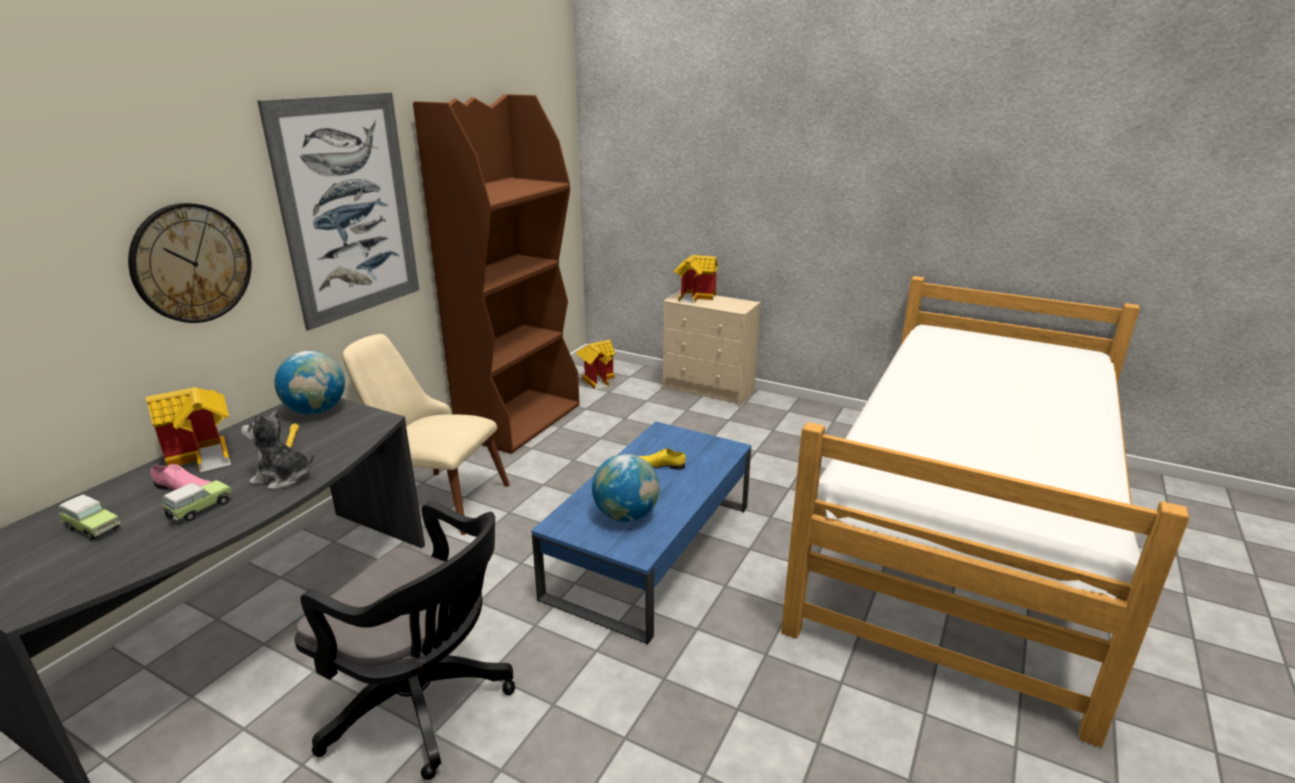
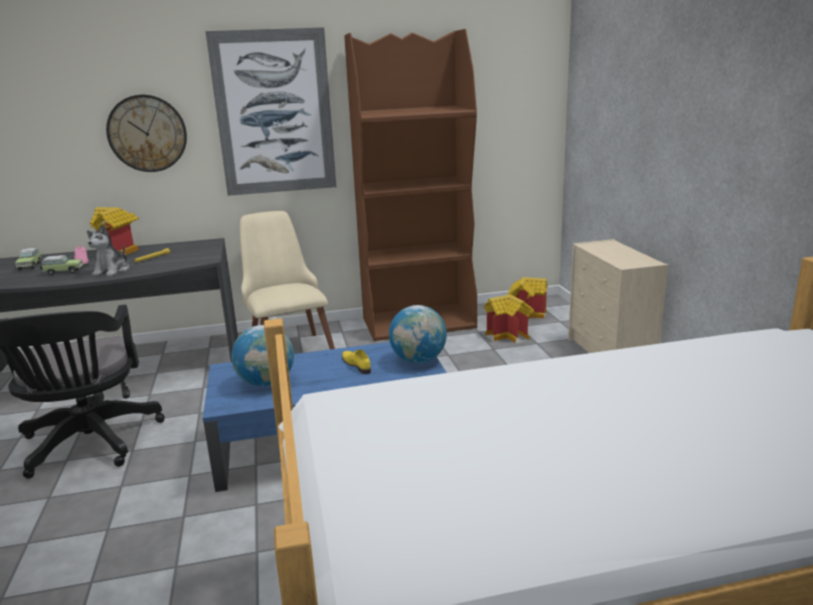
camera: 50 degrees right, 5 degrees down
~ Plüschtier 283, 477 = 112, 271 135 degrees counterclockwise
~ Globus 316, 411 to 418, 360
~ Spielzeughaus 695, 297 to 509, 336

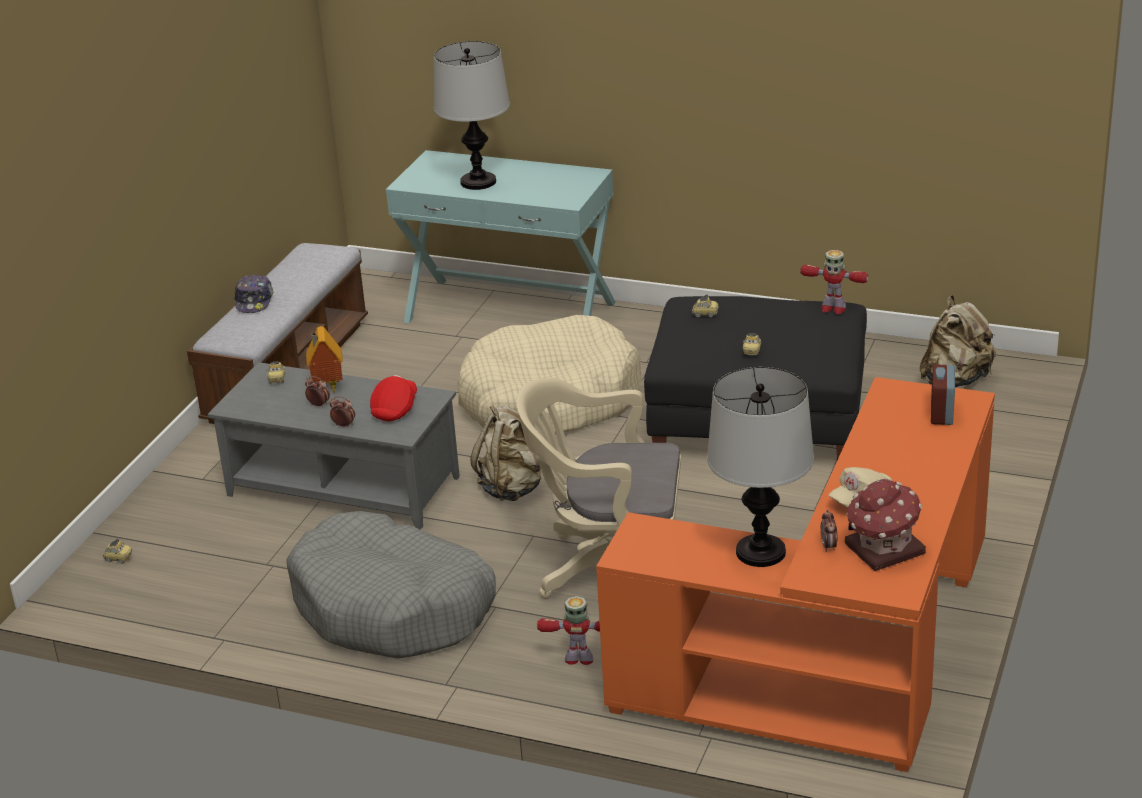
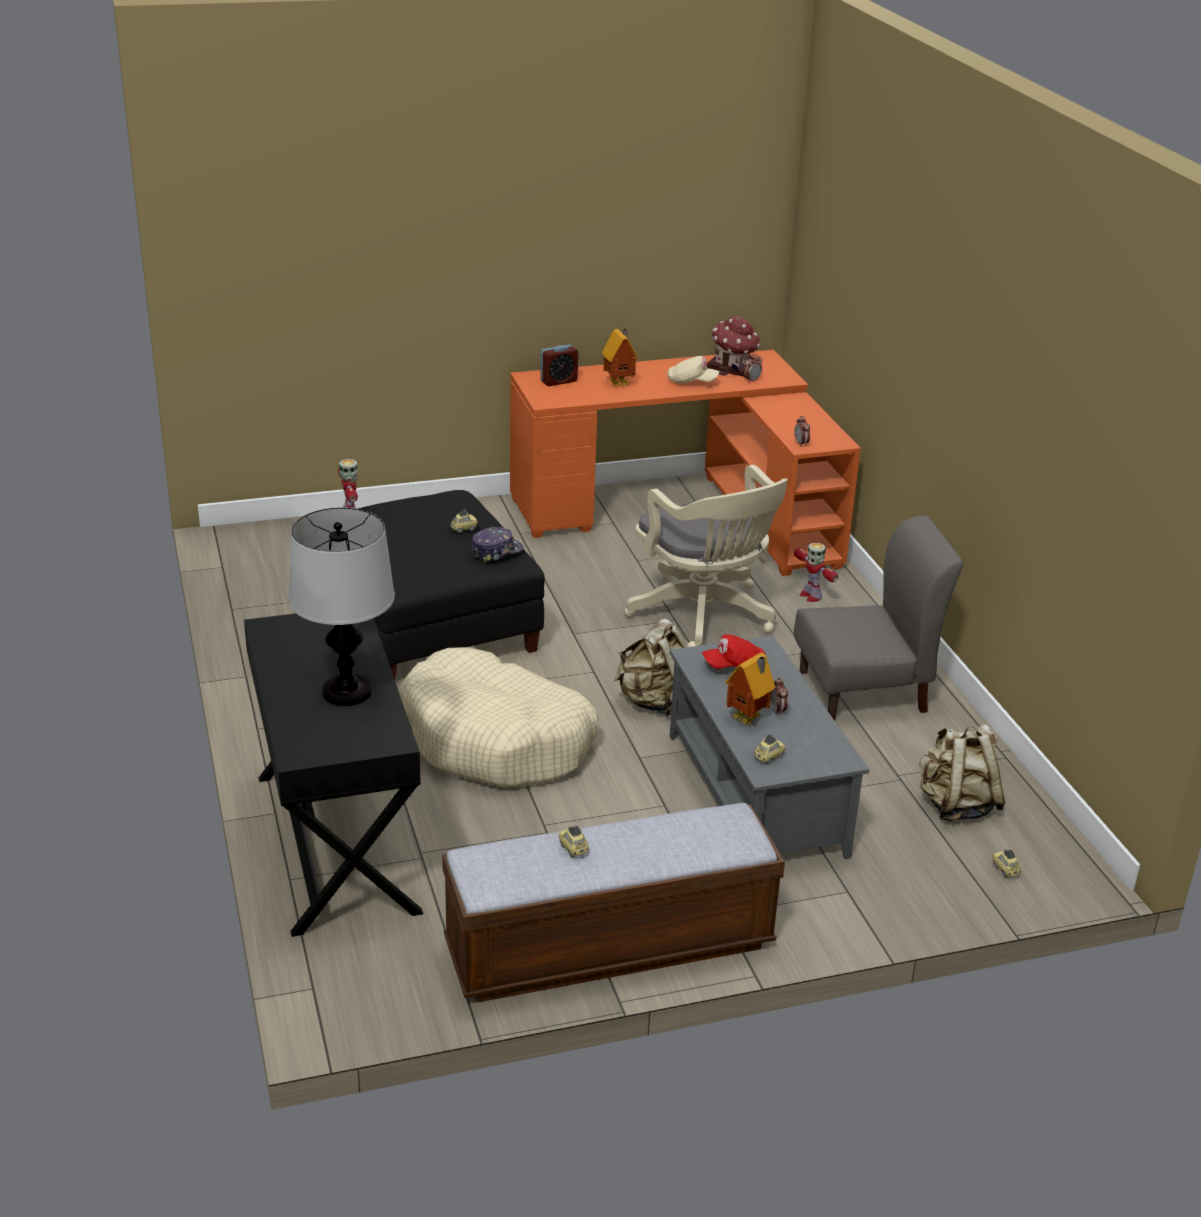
camera: 130 degrees left, 0 degrees up
~ Konsolentisch/türkis 510, 312 to Konsolentisch/schwarz 335, 842
~ Kappe 254, 301 to 496, 551
~ Spielzeugauto 705, 314 to 573, 849
+ Spielzeughaus 620, 384
~ Wecker 343, 425 to 801, 444
~ Hundebett/grau 393, 607 to Stuhl/grau 863, 691
~ Rucksack/beige 955, 380 to 956, 806
- Tischlampe 760, 552

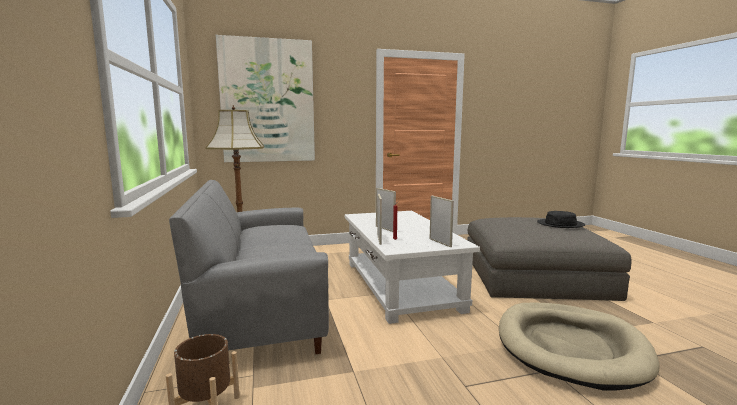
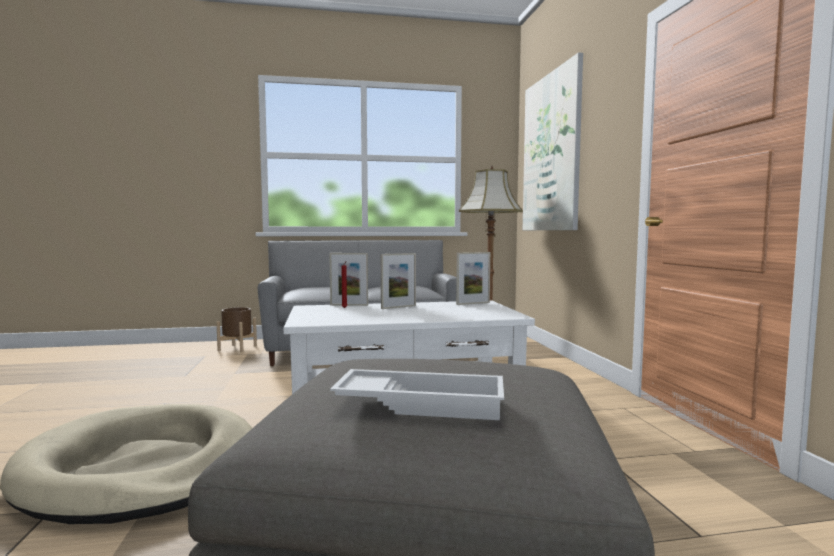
camera: 95 degrees right, 5 degrees down
~ Hut/schwarz 560, 224 to Tablett/weiß 422, 403
~ Bilderrahmen 440, 243 to 473, 303

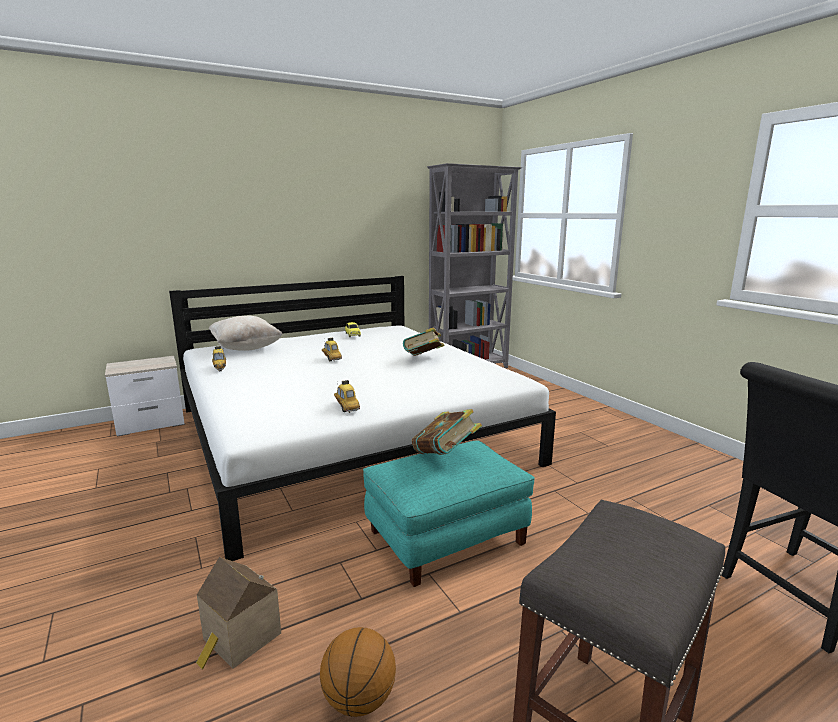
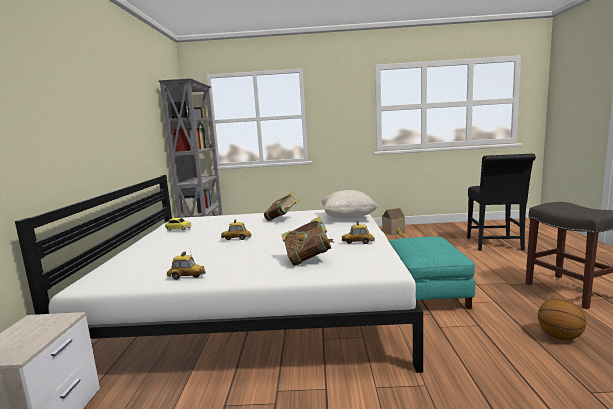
camera: 60 degrees left, 5 degrees down
~ Buch 445, 456 to 308, 259
~ Kissen/beige 246, 348 to 348, 217
~ Spielzeughaus 239, 639 to 394, 232

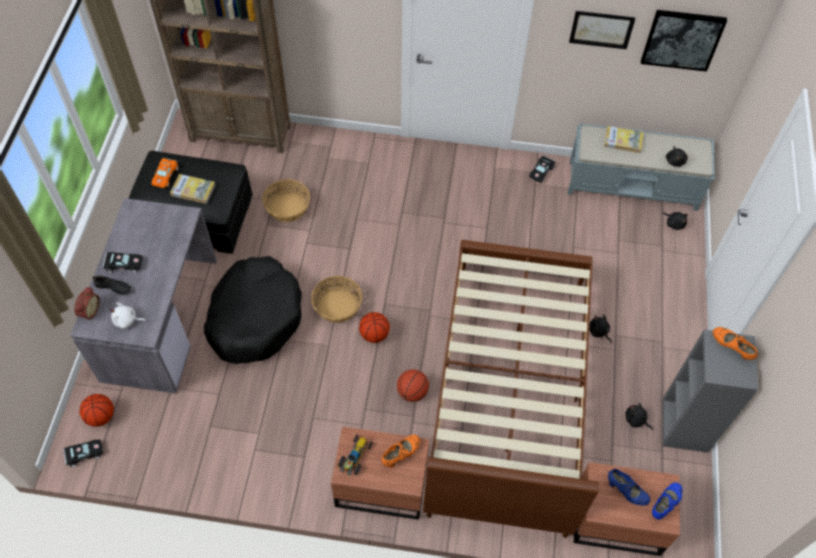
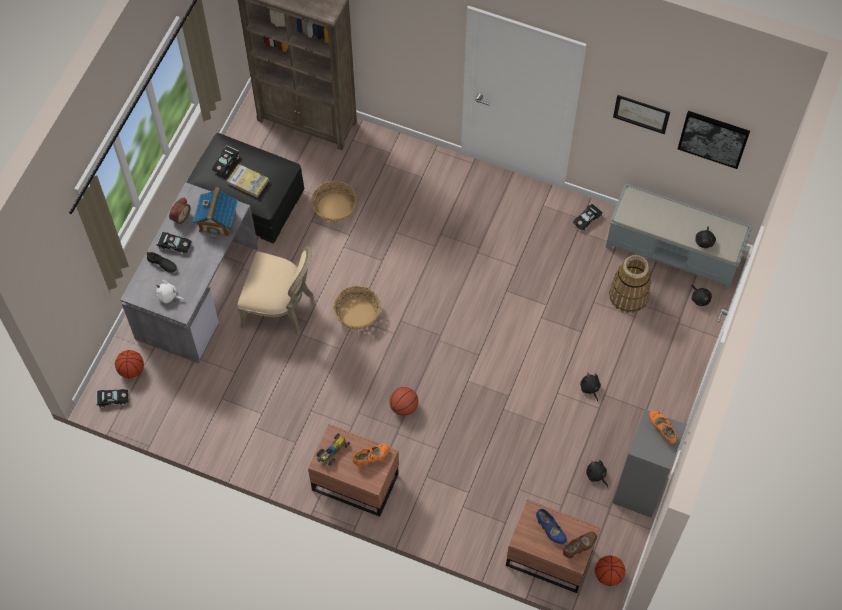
camera: 15 degrees right, 5 degrees up
~ Wecker 89, 311 to 180, 216
+ Spielzeughaus 217, 220
~ Spielzeugauto/orange 166, 175 to Spielzeugauto/schwarz 226, 162
~ Hundebett/schwarz 255, 317 to Stuhl/beige 281, 308
~ Schuh/blau 664, 504 to Schuh/braun 579, 547
~ Basketball 374, 335 to 608, 575
+ Korb 628, 295
- Bett/braun 509, 392
- Buch 623, 141

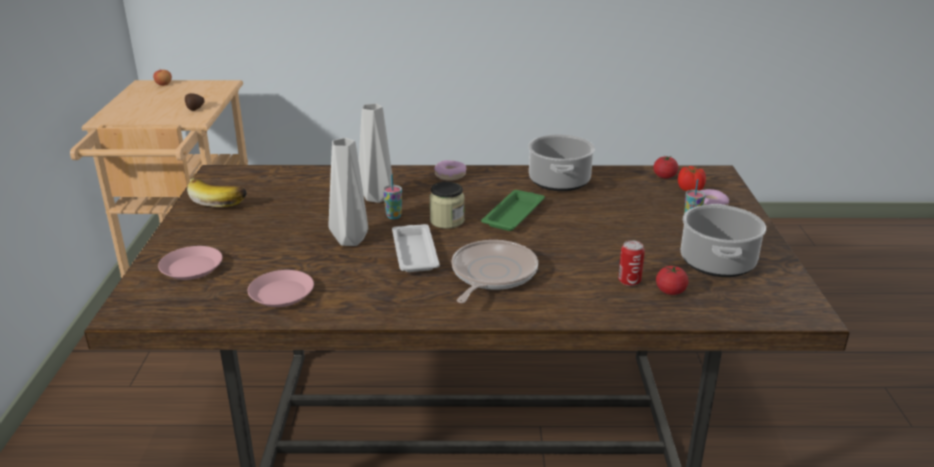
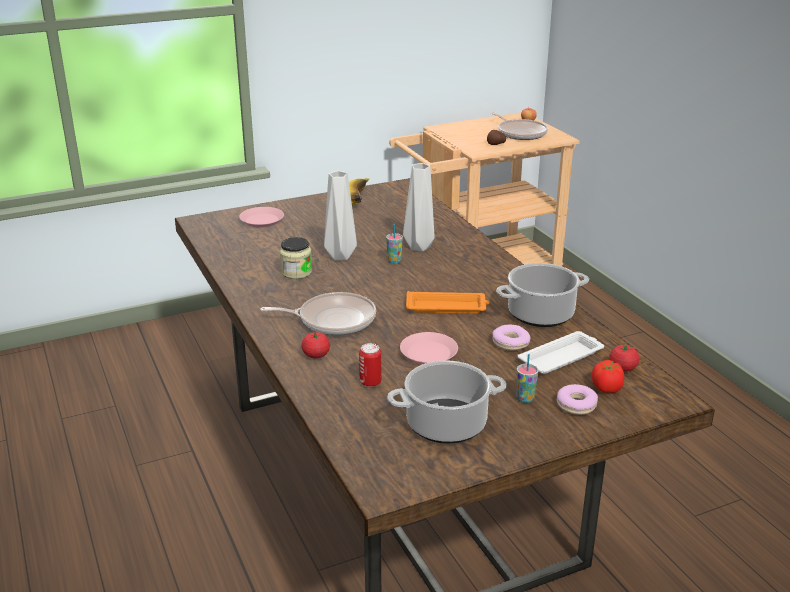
camera: 65 degrees right, 0 degrees up
~ Vorratsglas 447, 221 to 296, 272
~ Tomate 670, 291 to 316, 355
~ Teller/rosa 282, 293 to 429, 353
~ Tablett/grün 514, 214 to Tablett/orange 447, 307
+ Pfanne 520, 133
~ Donut 450, 175 to 510, 343
~ Tablett/weiß 414, 252 to 562, 357

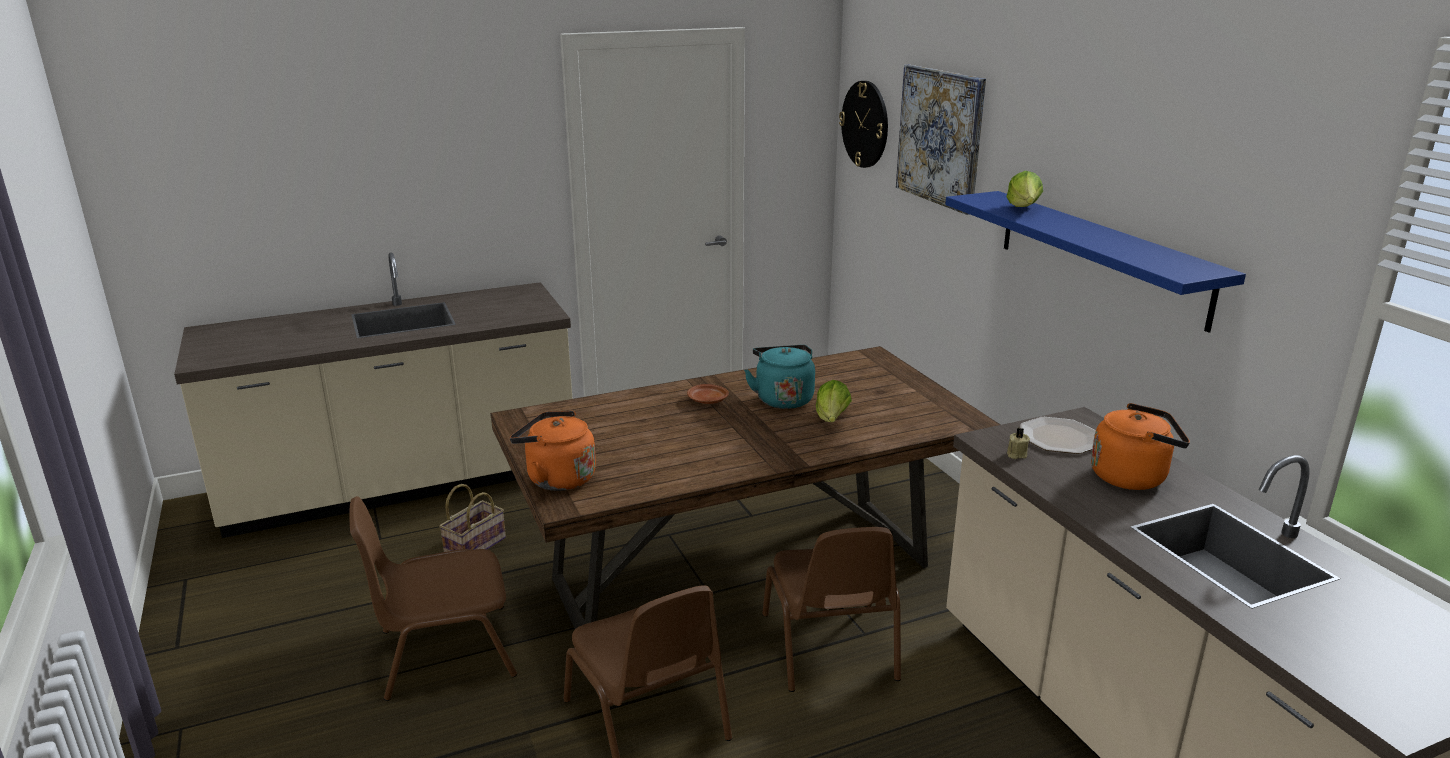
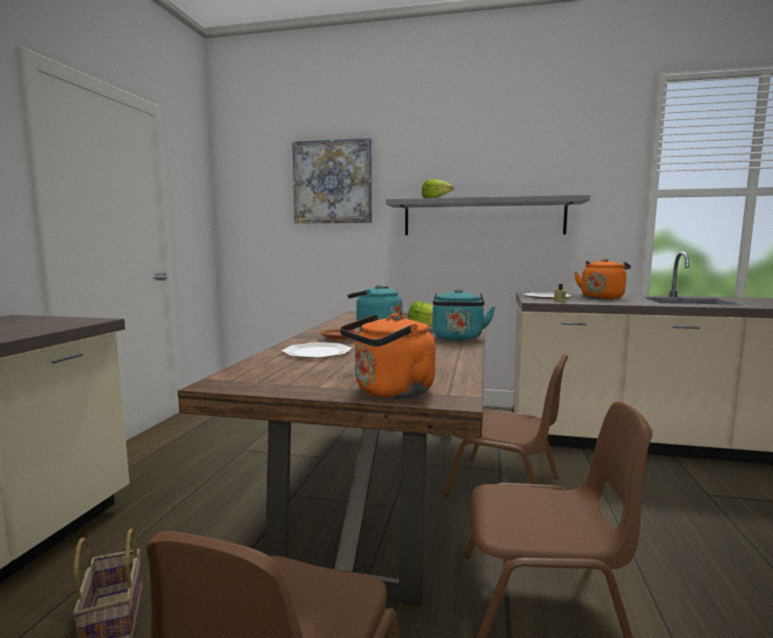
camera: 55 degrees left, 15 degrees down
+ Teller 316, 352
~ Wandregal/blau 1099, 256 to Wandregal/grau 483, 218
+ Wasserkessel/türkis 458, 338
- Wanduhr 865, 124

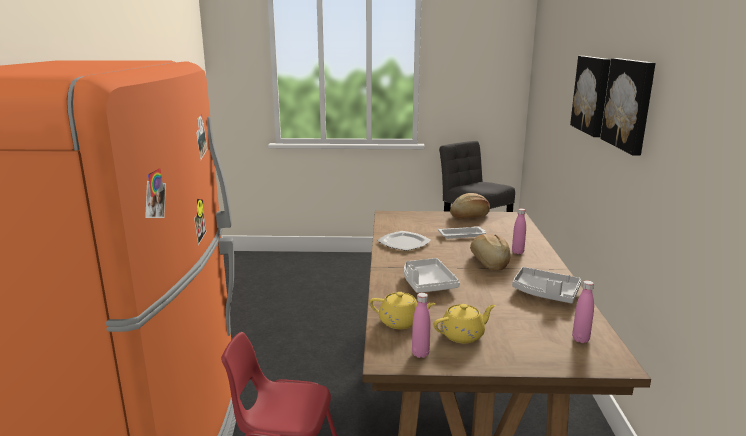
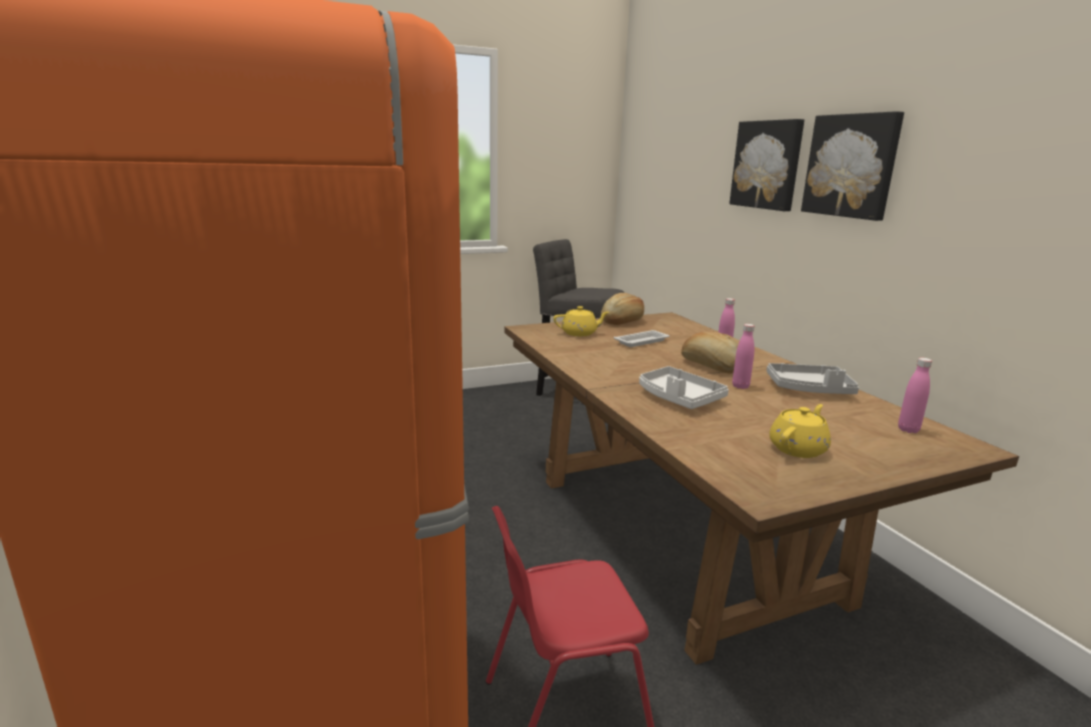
camera: 25 degrees left, 0 degrees up
~ Teekanne/gelb 401, 322 to 580, 333
~ Flasche/rosa 420, 354 to 740, 386
- Teller 403, 243

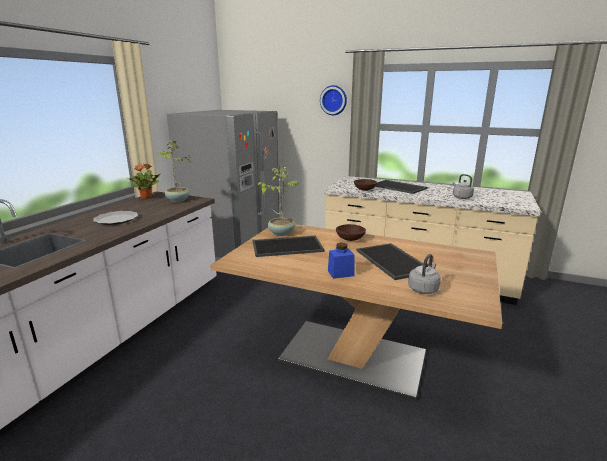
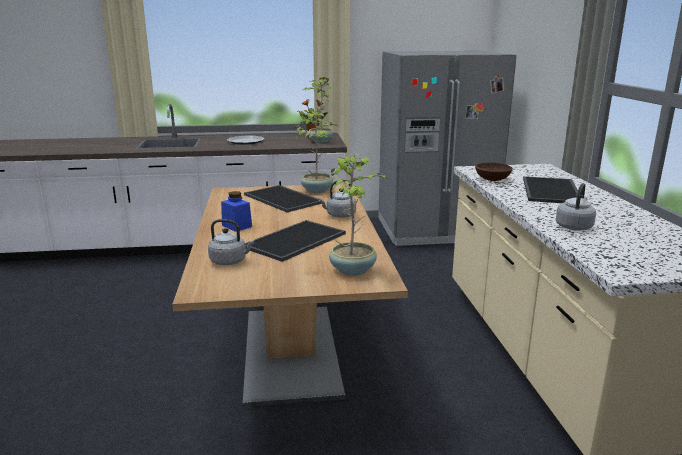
camera: 60 degrees right, 0 degrees up
~ Schüssel/braun 350, 239 to Wasserkessel/grau 339, 215
+ Topfpflanze 353, 270
- Wanduhr 334, 100

